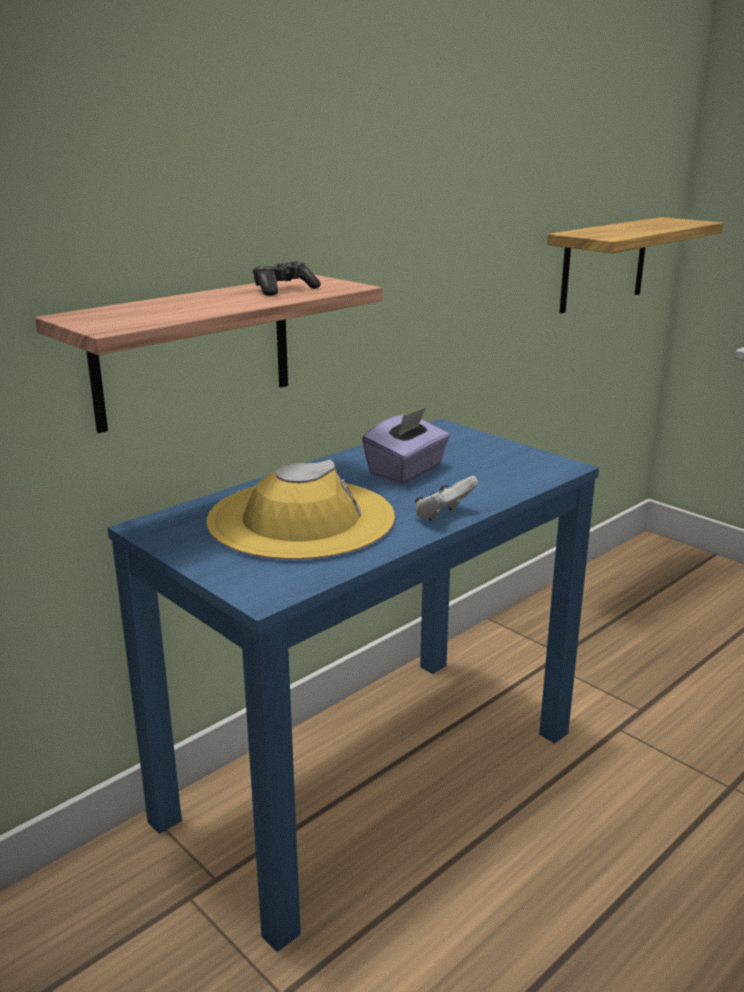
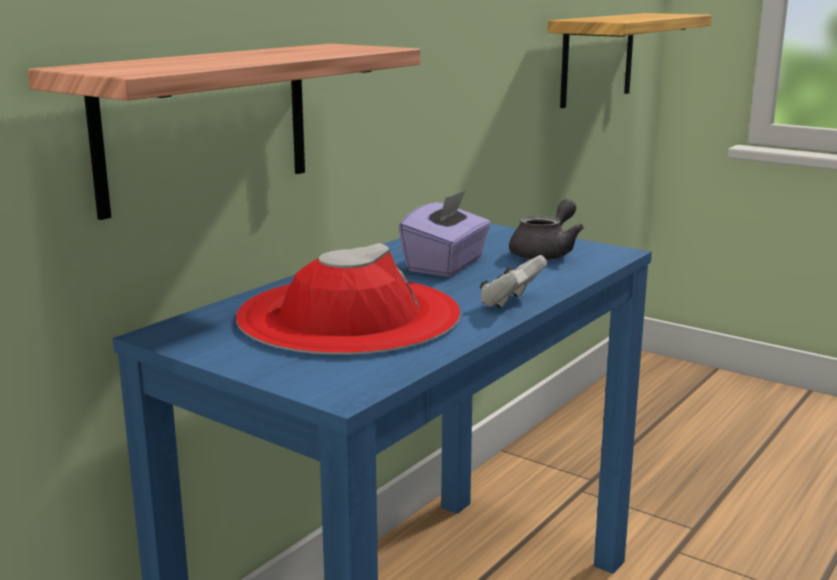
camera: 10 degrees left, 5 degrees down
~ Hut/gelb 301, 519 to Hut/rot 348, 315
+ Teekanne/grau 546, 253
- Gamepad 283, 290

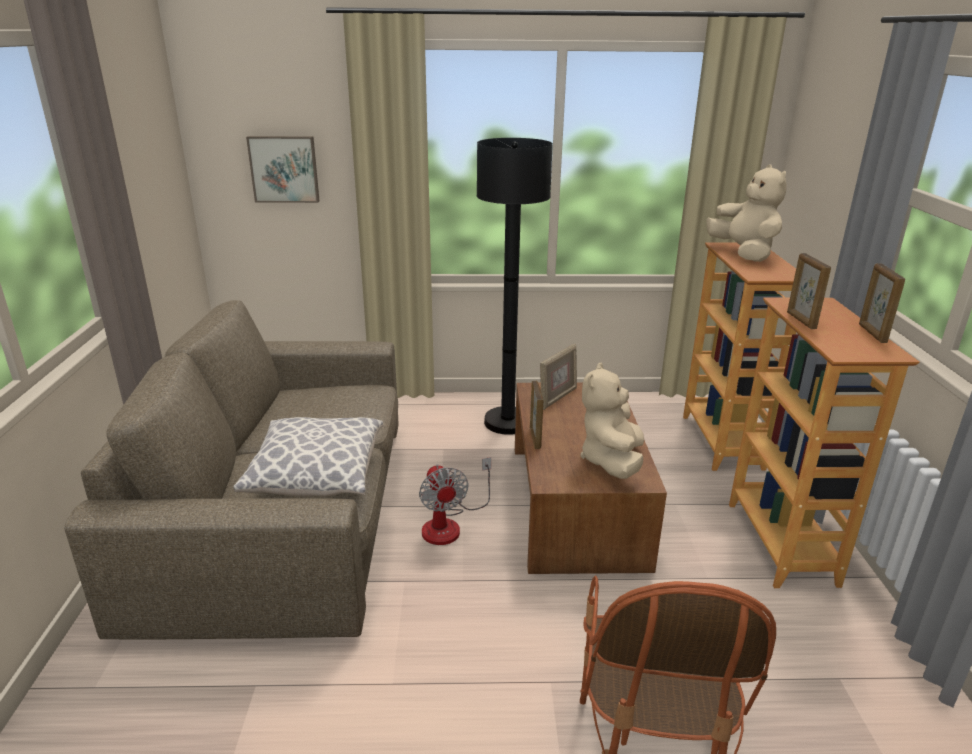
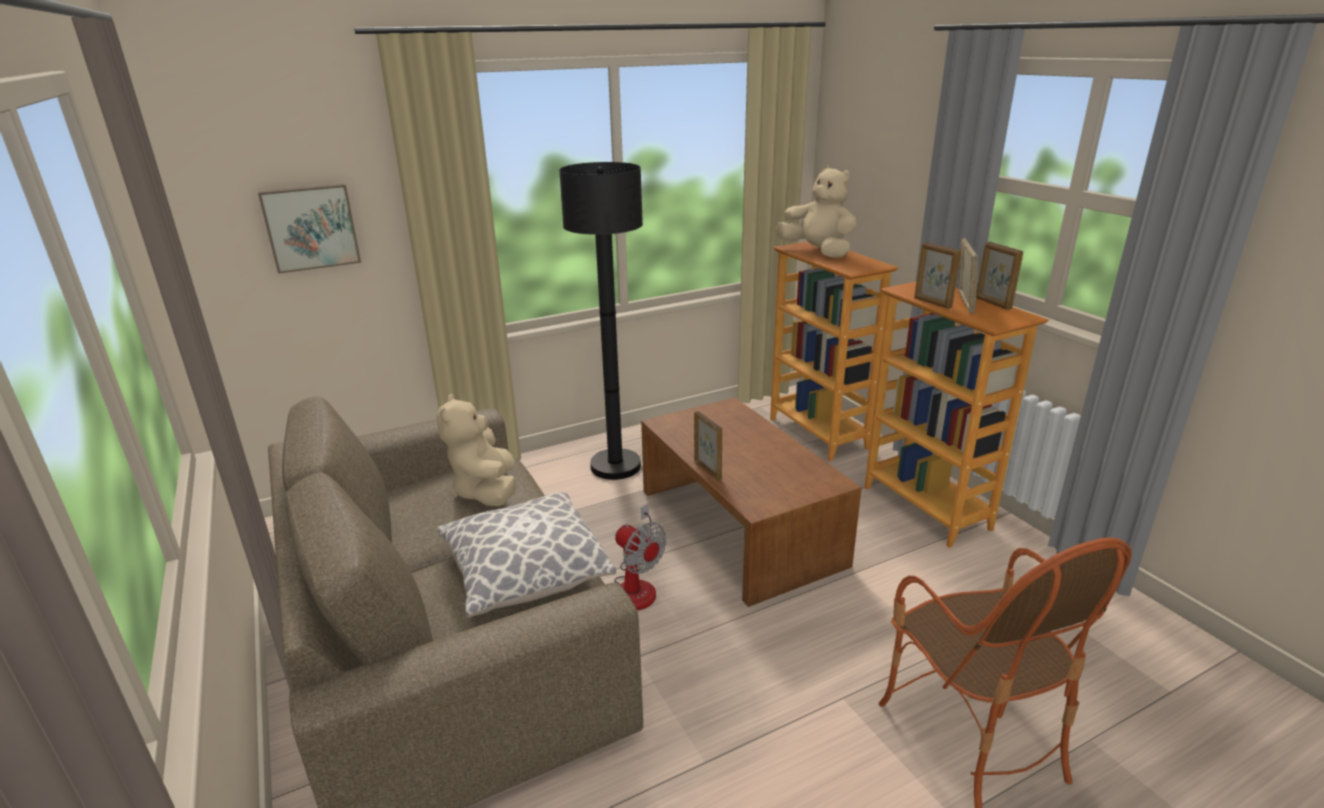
camera: 25 degrees left, 0 degrees up
~ Plüschtier/beige 611, 461 to 486, 491
~ Bilderrahmen 557, 398 to 963, 302

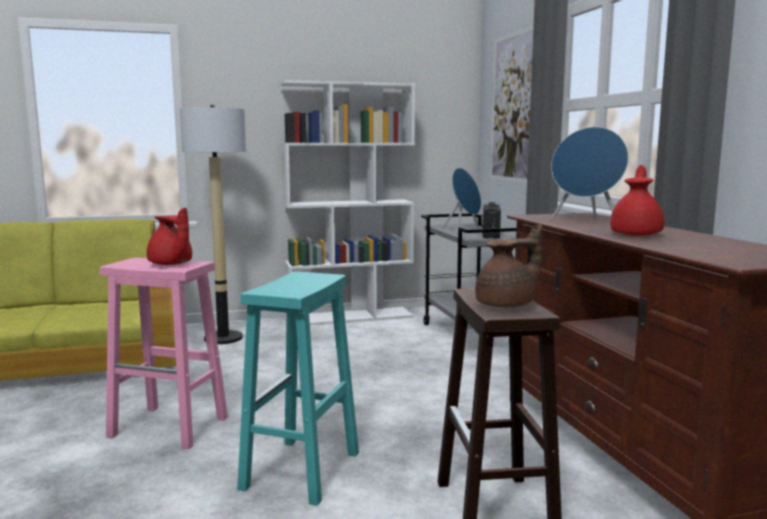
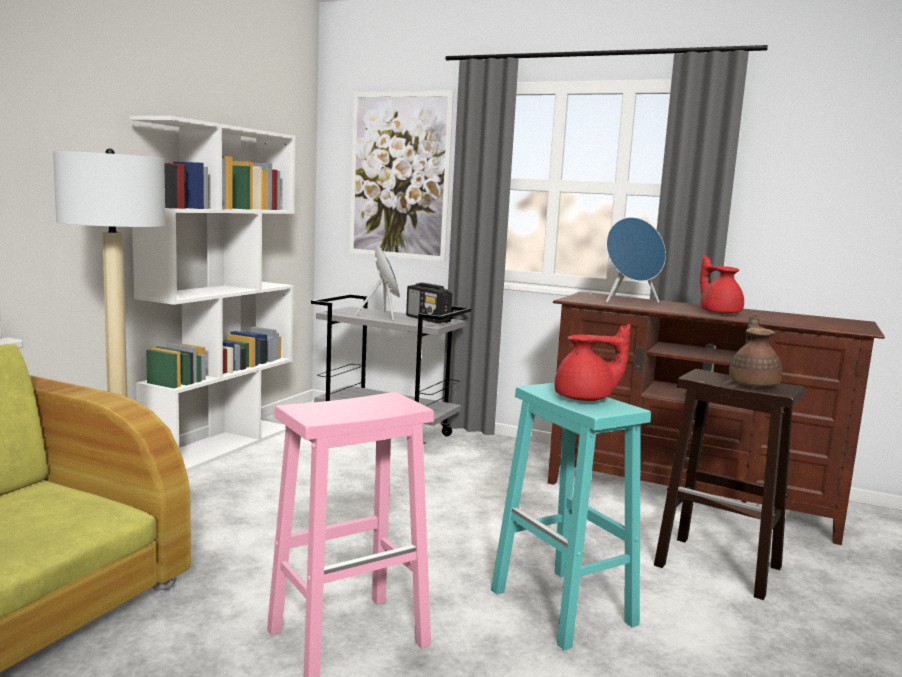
camera: 50 degrees left, 0 degrees up
~ Teekanne/rot 171, 264 to 586, 398

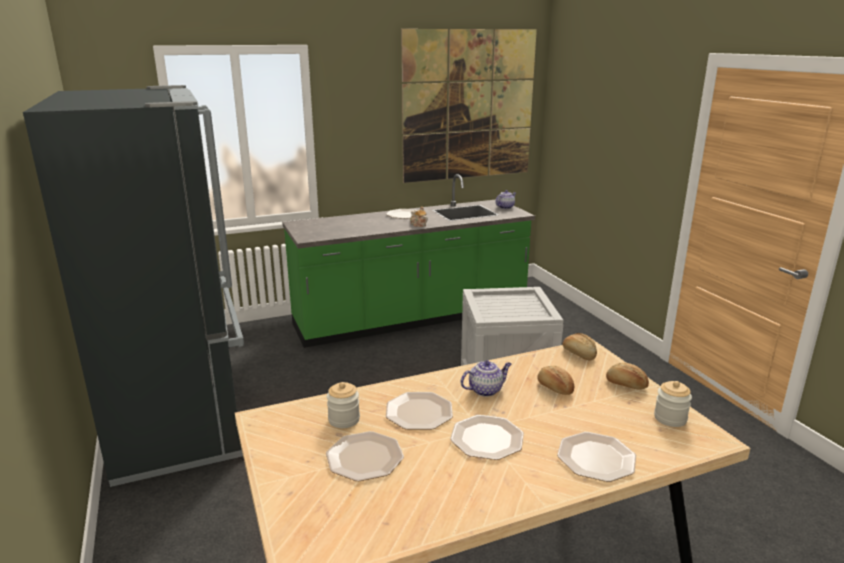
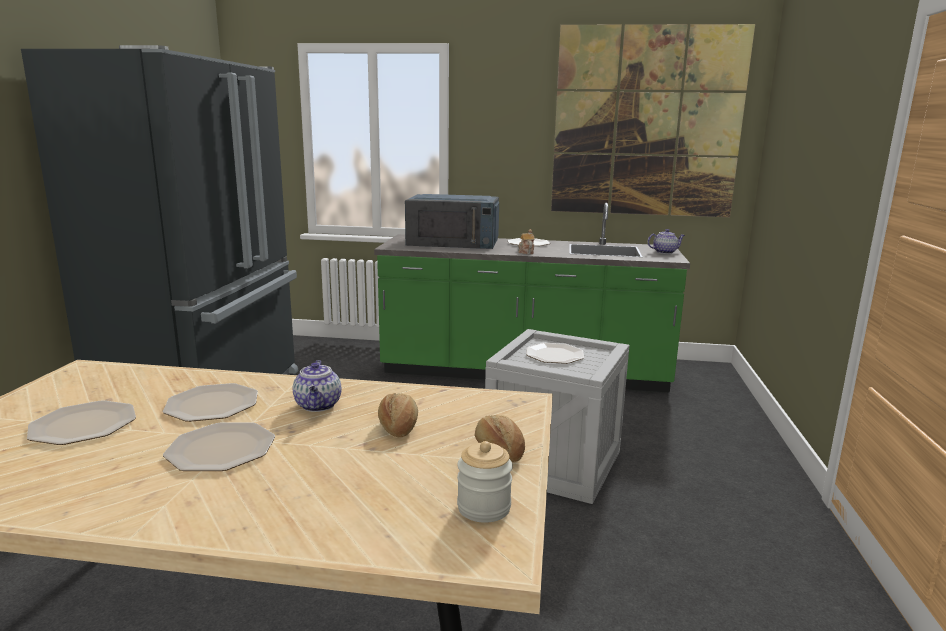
camera: 30 degrees right, 5 degrees down
~ Teekanne 486, 390 = 318, 406 75 degrees clockwise
+ Mikrowelle/blau 454, 242
~ Teller 596, 457 to 555, 354
- Vorratsglas 344, 420
- Brot 579, 354

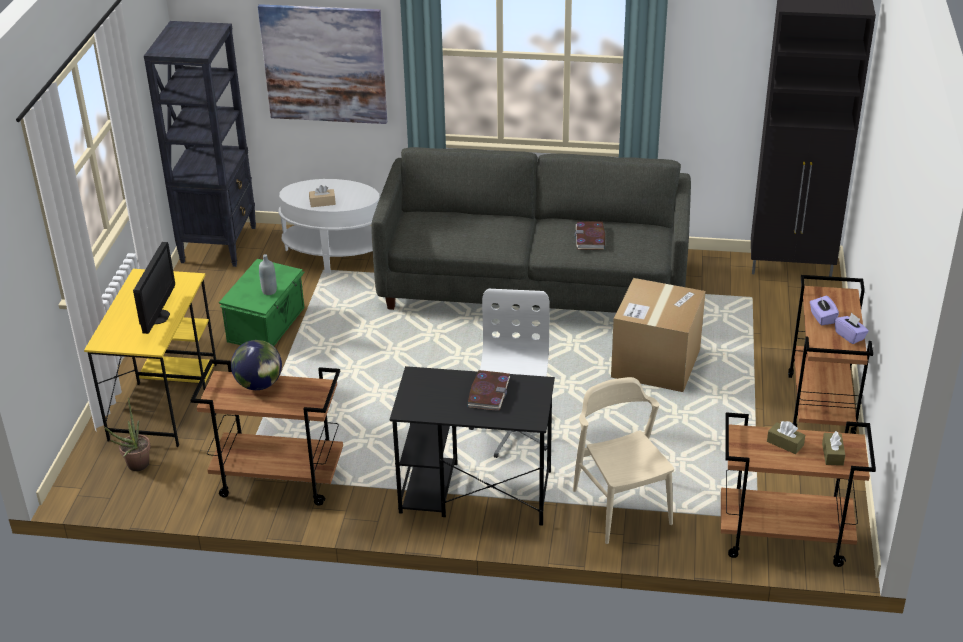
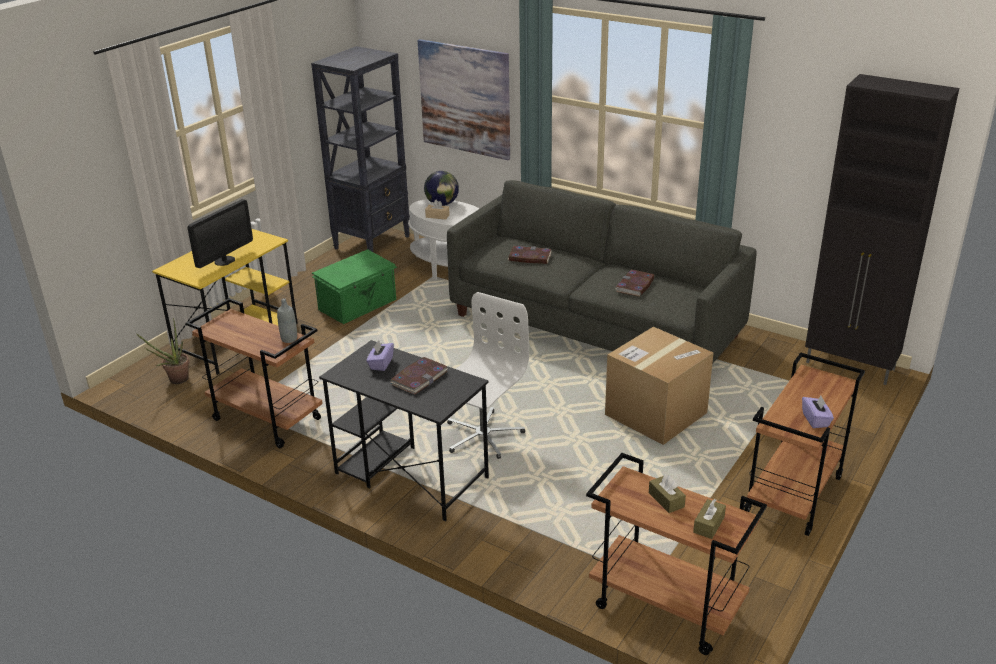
camera: 25 degrees right, 5 degrees down
~ Flasche/grau 269, 291 to 289, 339
~ Taschentuchbox/lila 822, 318 to 381, 364
~ Globus 259, 384 to 442, 204
+ Buch 529, 257
- Stuhl/beige 621, 507

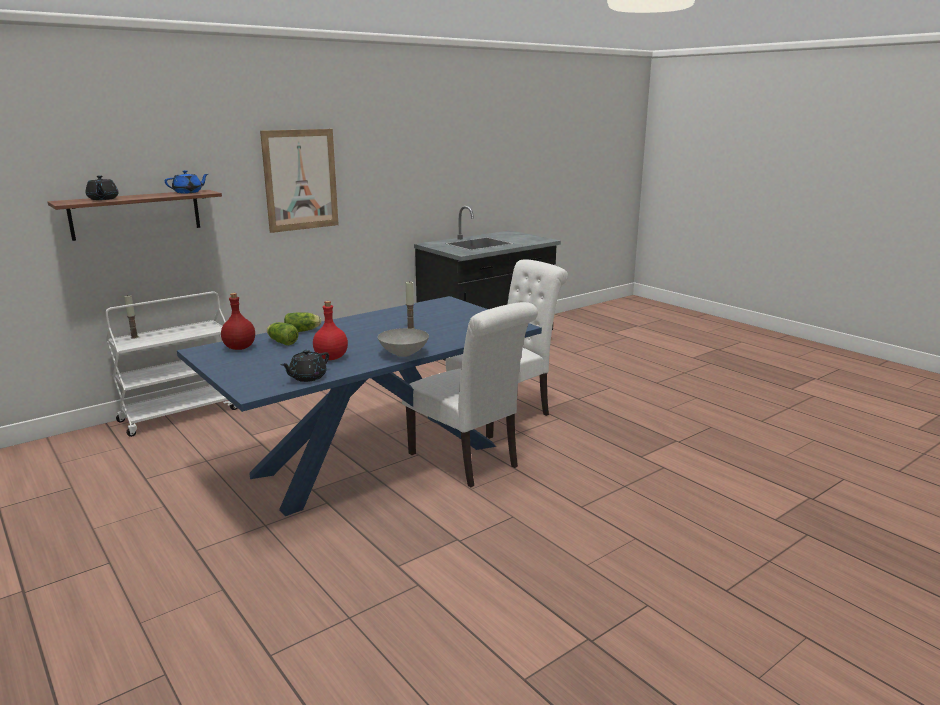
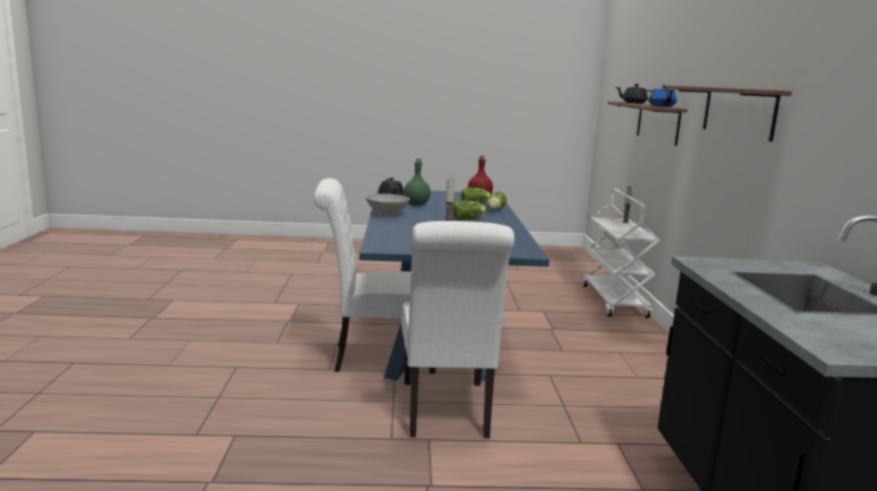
camera: 125 degrees right, 5 degrees down
~ Flasche/rot 332, 358 to Flasche/grün 416, 204
+ Salatkopf 469, 219
~ Bild 300, 180 to Wandregal 738, 111

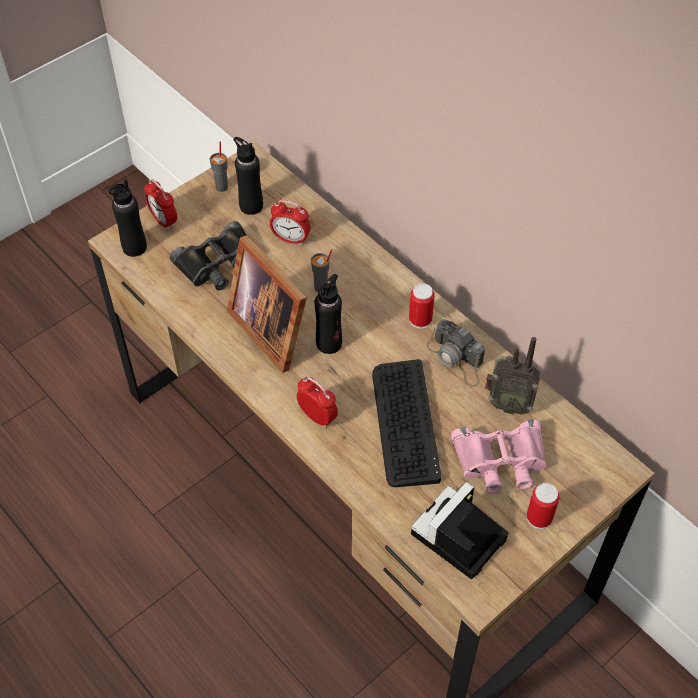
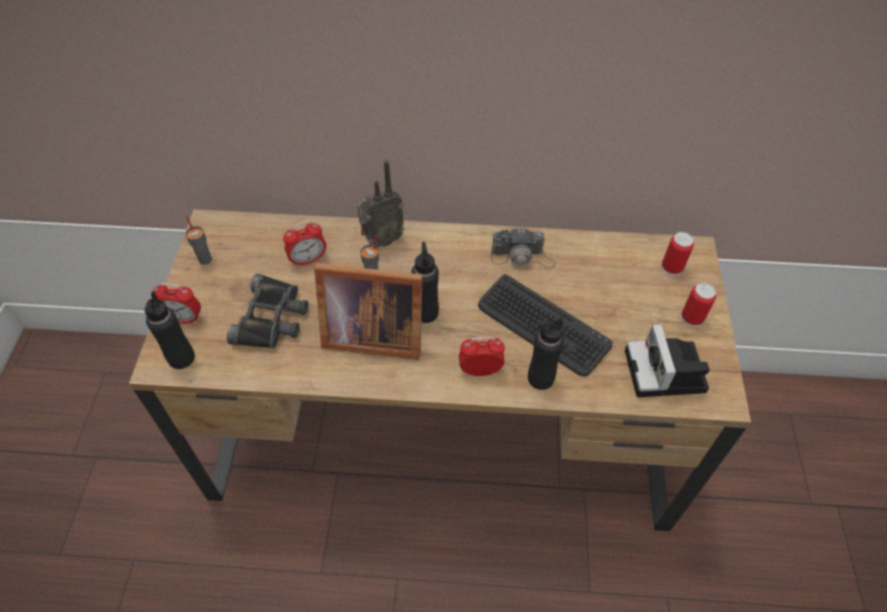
camera: 45 degrees left, 0 degrees up
~ Radio 507, 404 to 381, 240
~ Flasche/schwarz 251, 206 to 540, 378
~ Dose 420, 320 to 672, 267
- Fernglas/rosa 500, 461

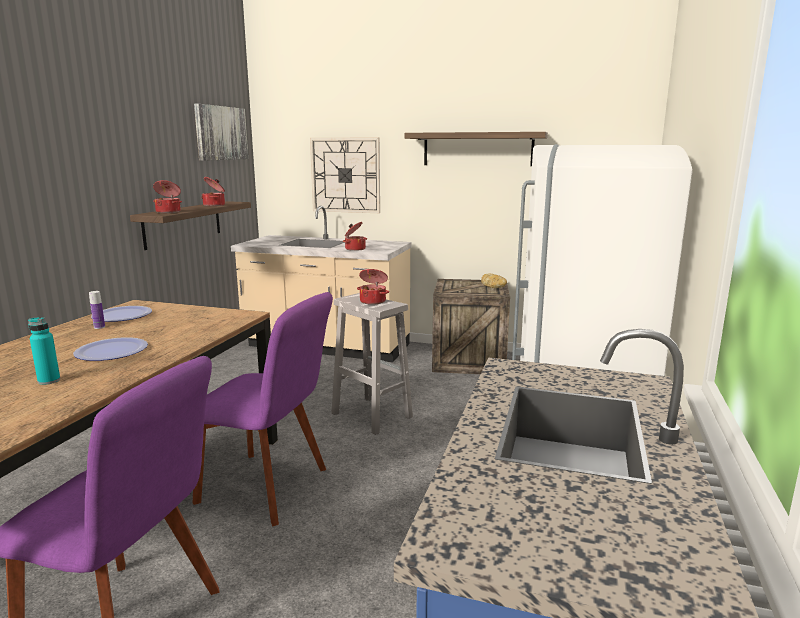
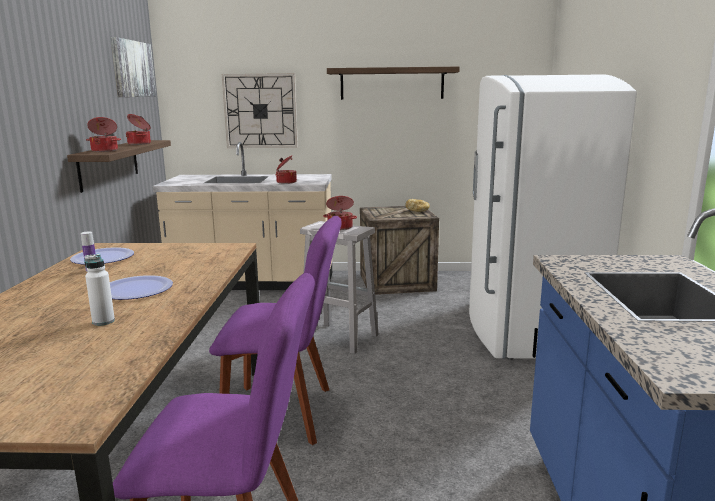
camera: 15 degrees left, 0 degrees up
~ Flasche/türkis 49, 381 to Flasche/weiß 103, 321

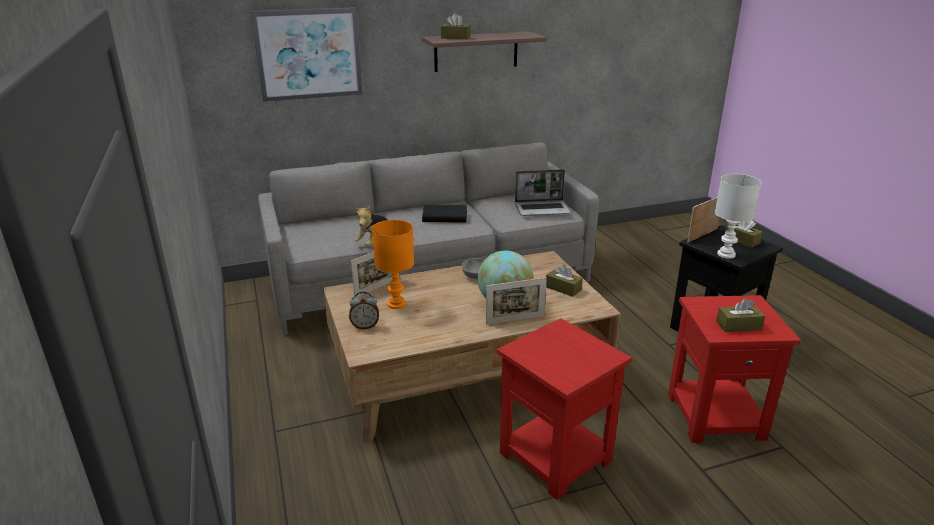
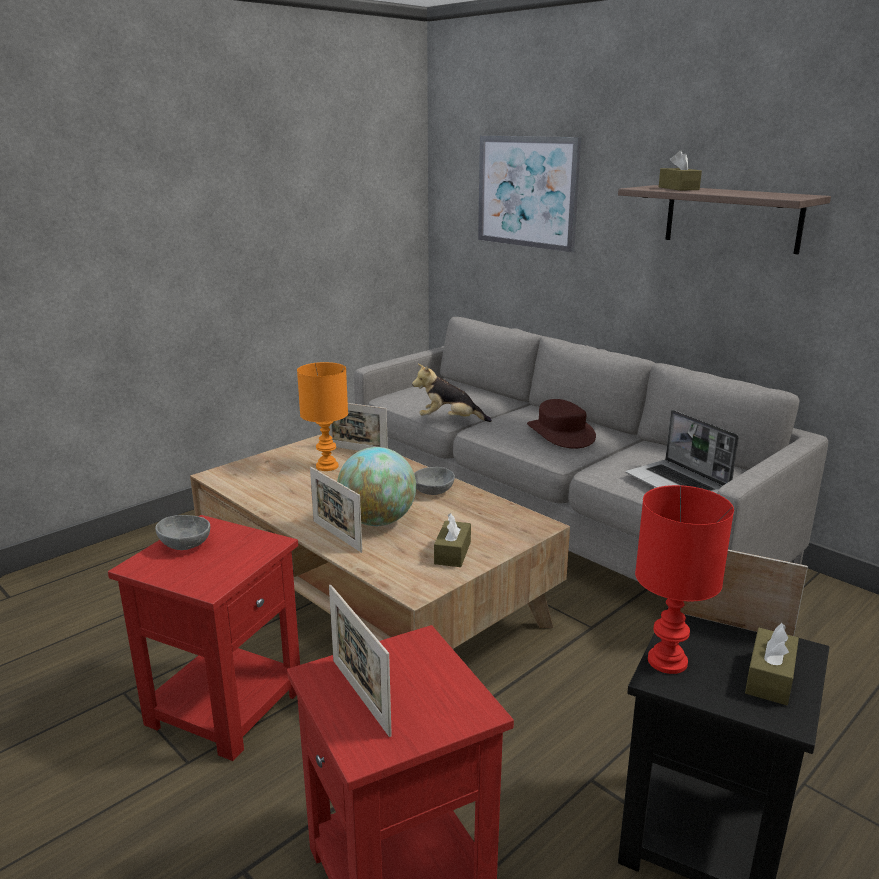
camera: 65 degrees right, 5 degrees down
+ Schüssel/grau 186, 544
~ Taschentuchbox/braun 738, 326 to Bilderrahmen 360, 696
~ Buch/schwarz 445, 216 to Hut/braun 561, 433
~ Tischlampe/weiß 725, 254 to Tischlampe/rot 668, 660
- Wecker 365, 326

